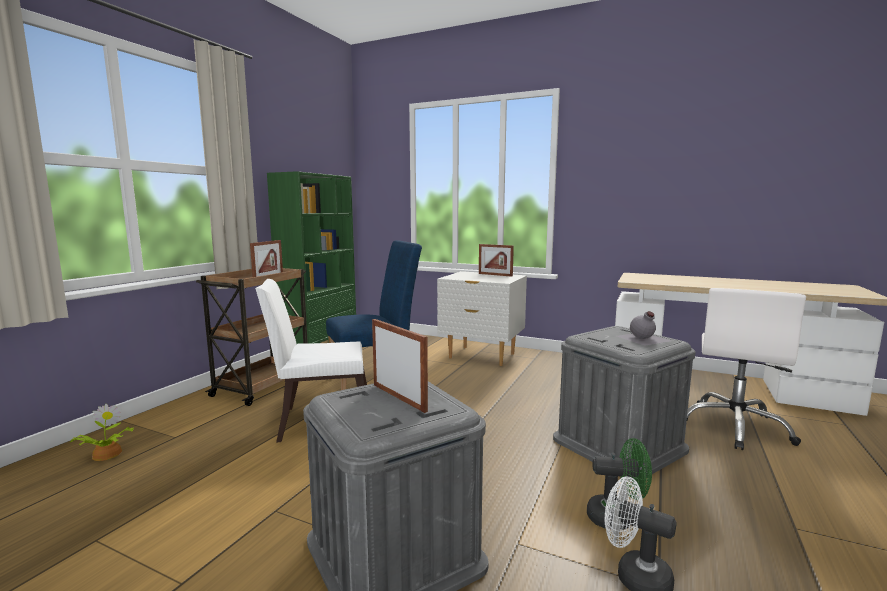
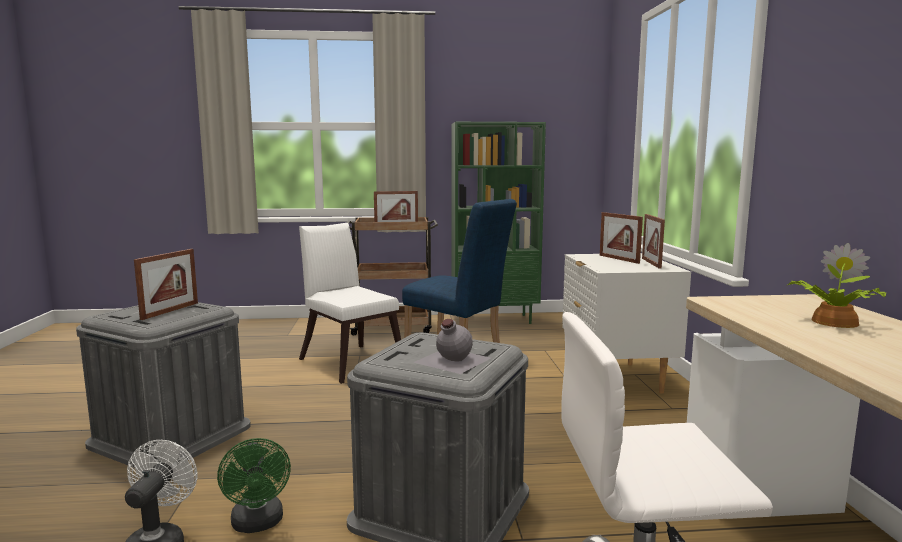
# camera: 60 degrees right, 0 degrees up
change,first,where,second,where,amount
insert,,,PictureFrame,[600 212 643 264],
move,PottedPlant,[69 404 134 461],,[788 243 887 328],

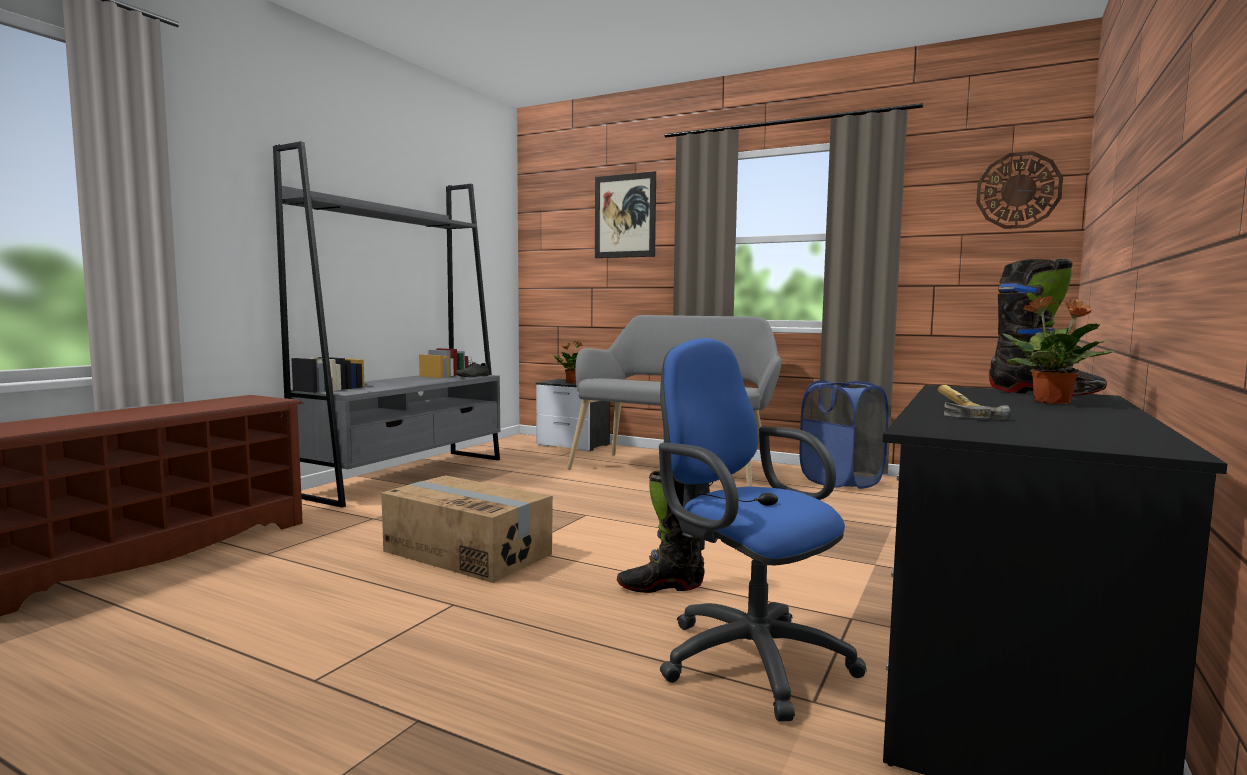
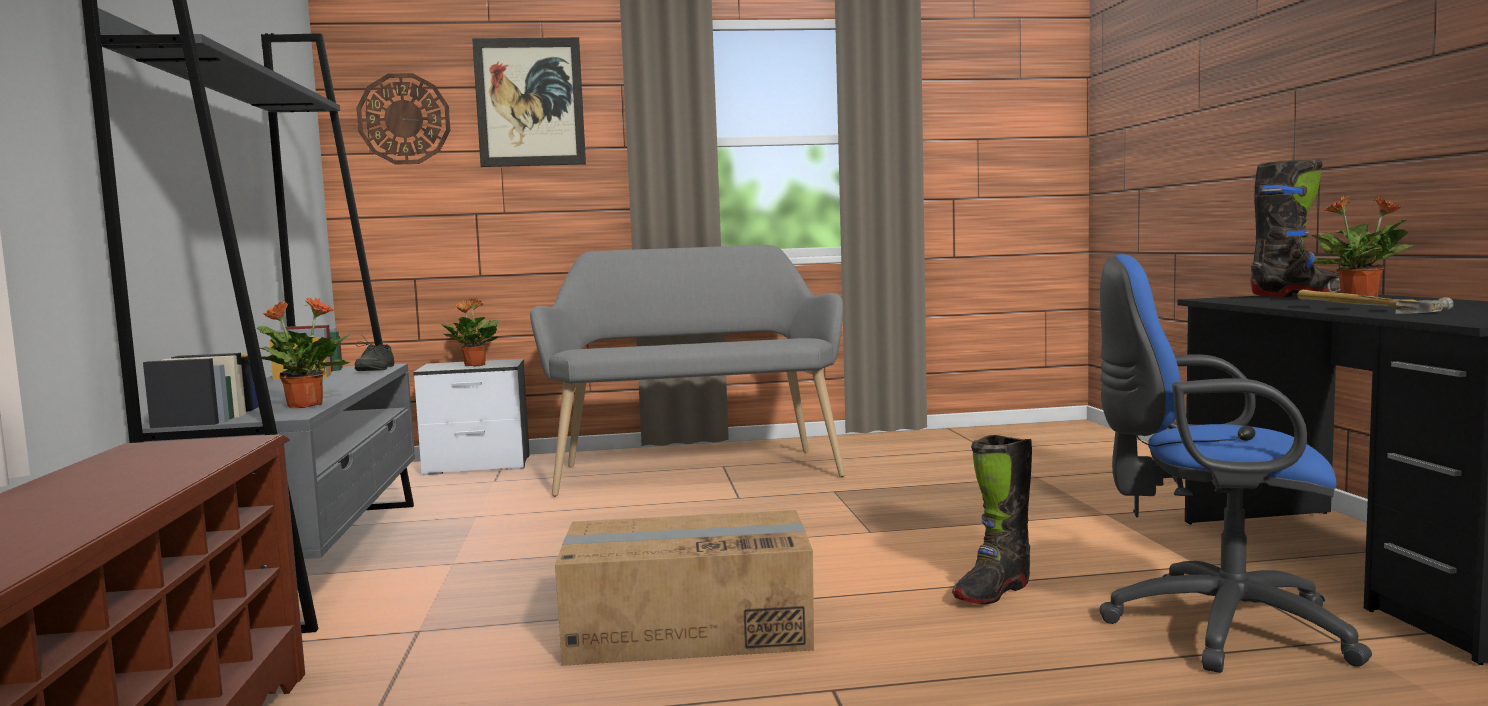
# camera: 35 degrees left, 0 degrees up
change,first,where,second,where,amount
delete,BlueLaundryBasket,[799 380 888 489],,,
insert,,,PottedPlant,[257 297 351 408],
move,WallClock,[976 151 1063 229],,[357 73 450 165],

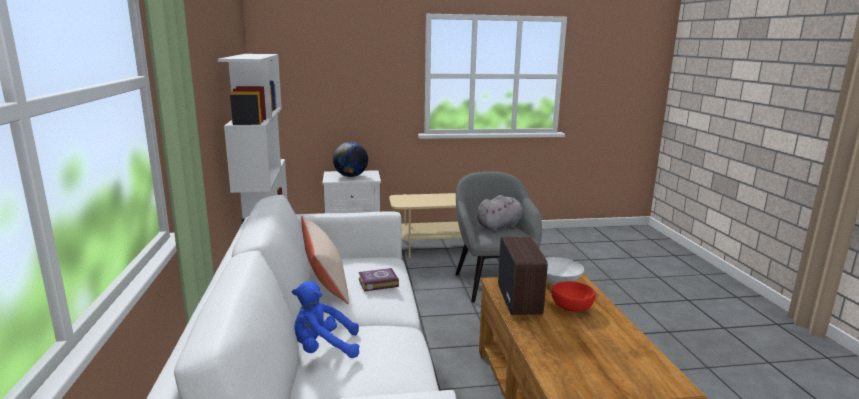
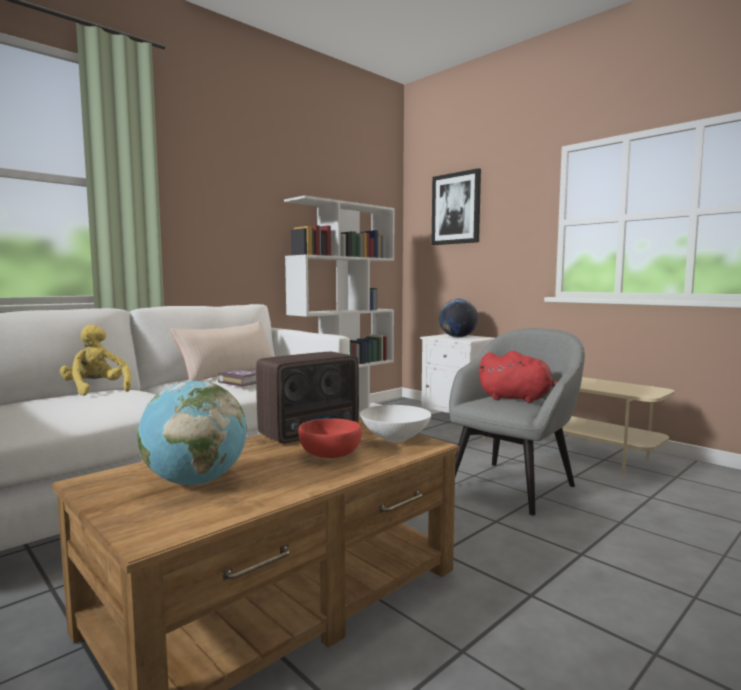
# camera: 55 degrees right, 10 degrees down
change,first,where,second,where,amount
insert,,,Globe,[137 381 247 486],
insert,,,Picture,[431 168 481 245],
recolor,BluePlushToy,[292 281 359 358],YellowPlushToy,[60 324 131 396],
recolor,GreyPlushToy,[477 195 524 232],RedPlushToy,[479 351 557 403],

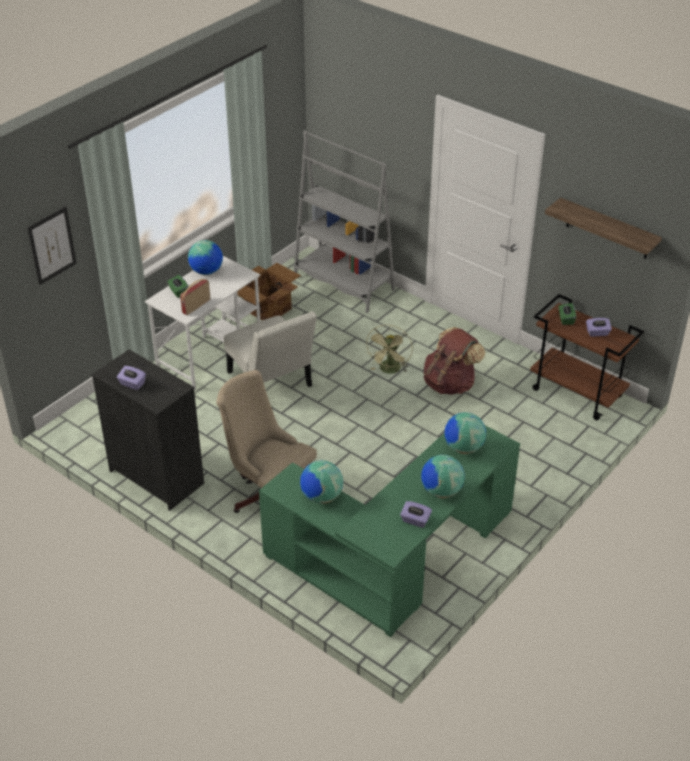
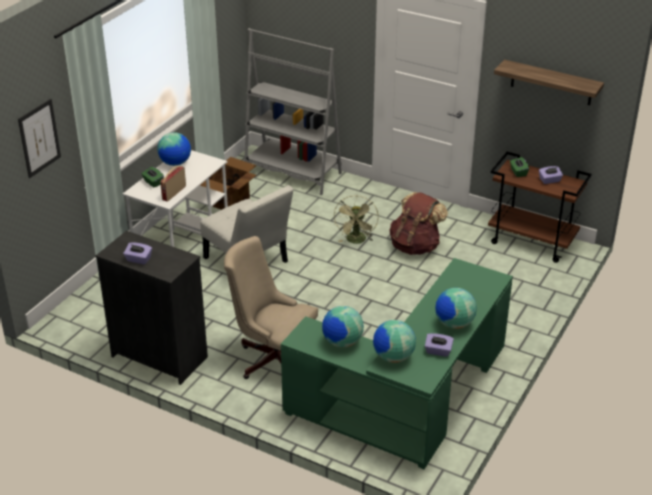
# camera: 10 degrees left, 5 degrees down
change,first,where,second,where,amount
move,Globe,[444 412 486 454],,[373 320 416 363],

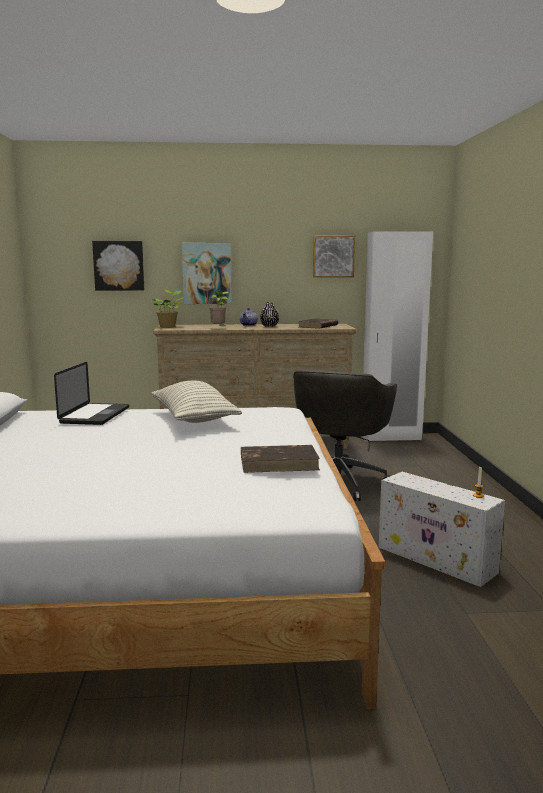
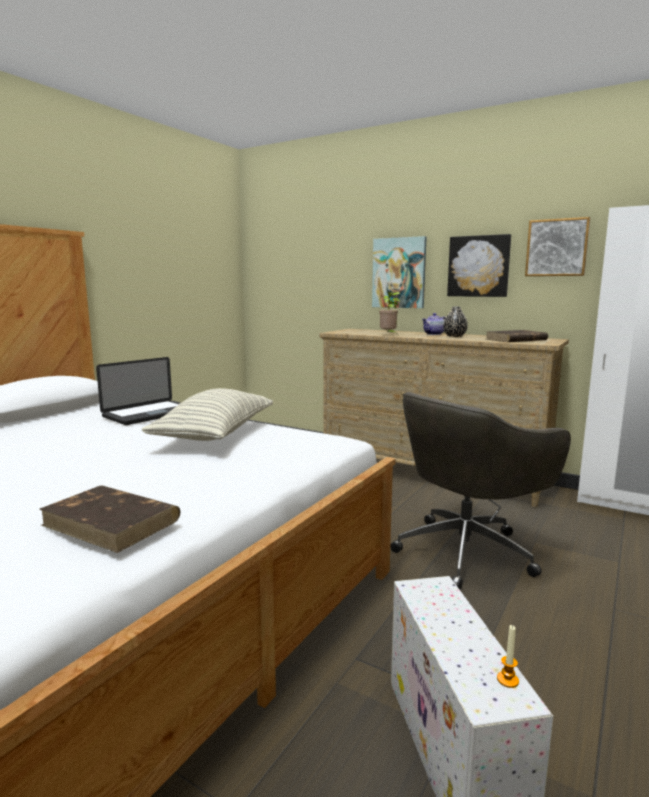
# camera: 35 degrees right, 0 degrees up
change,first,where,second,where,amount
delete,PottedPlant,[152 290 184 328],,,
move,Picture,[92 241 144 290],,[447 234 511 297],

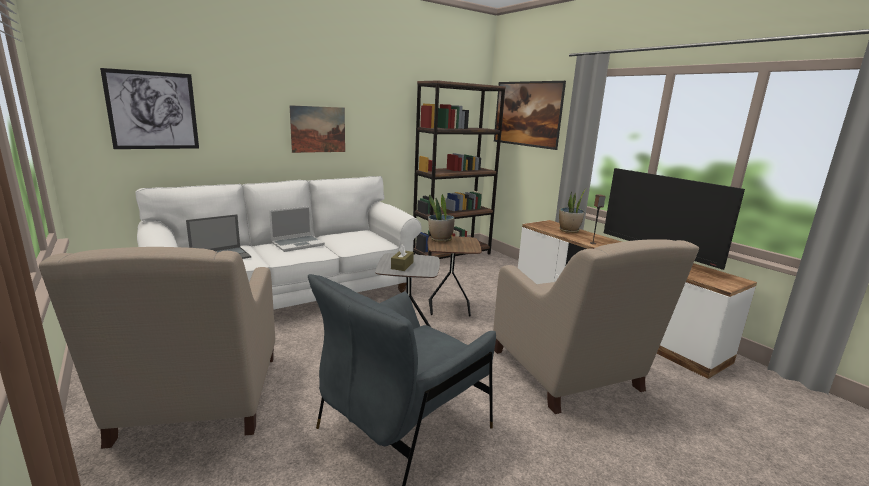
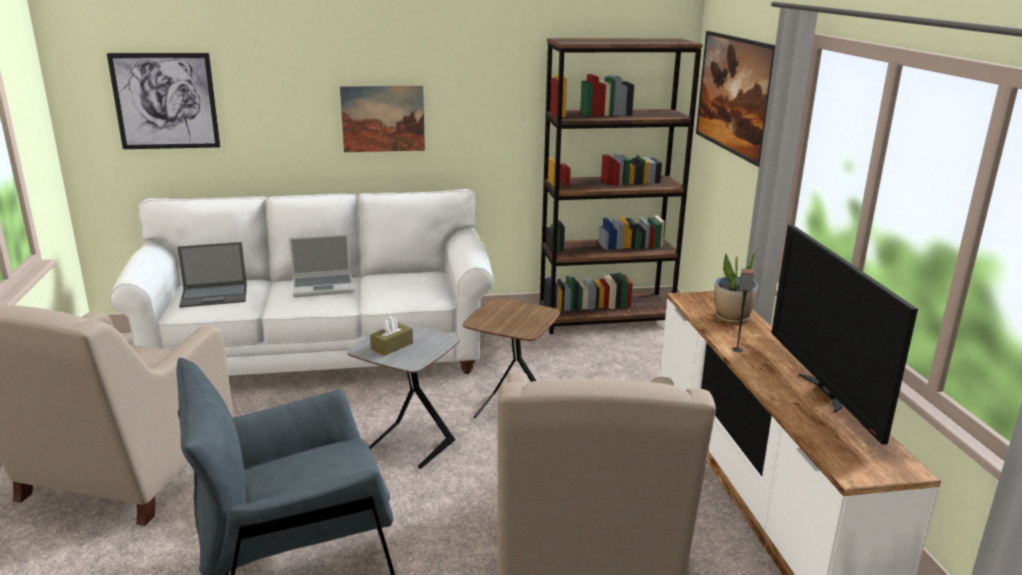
# camera: 25 degrees right, 5 degrees up
change,first,where,second,where,amount
delete,PottedPlant,[428 194 455 242],,,

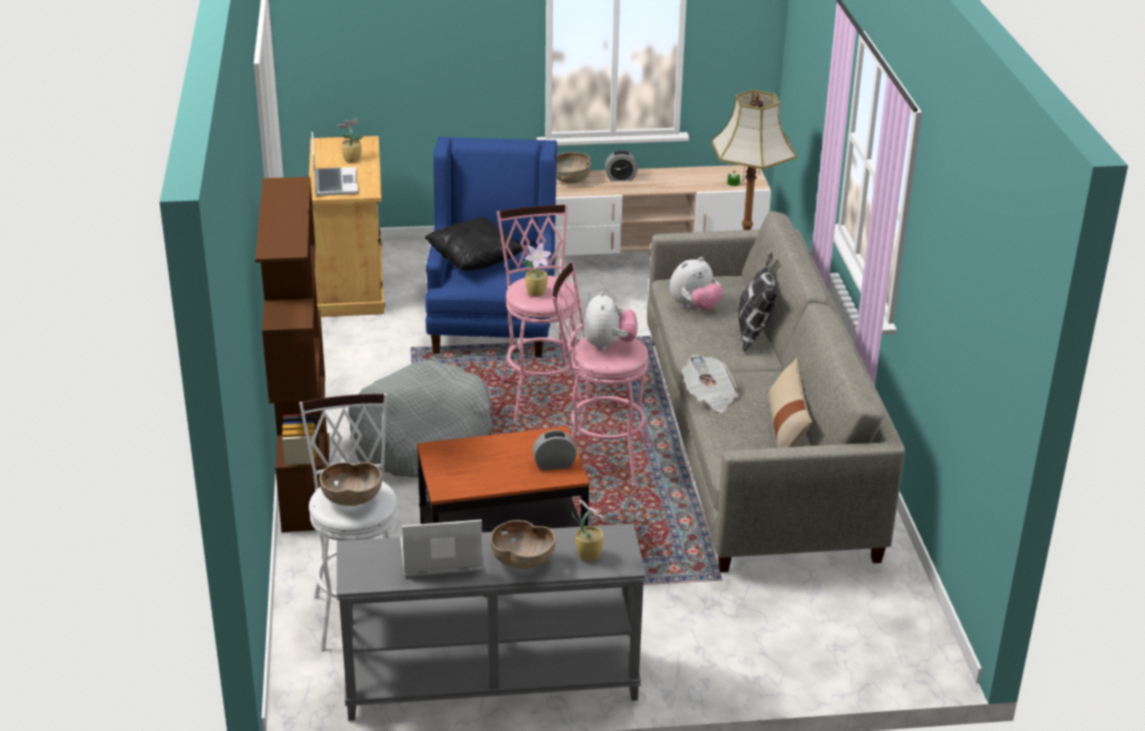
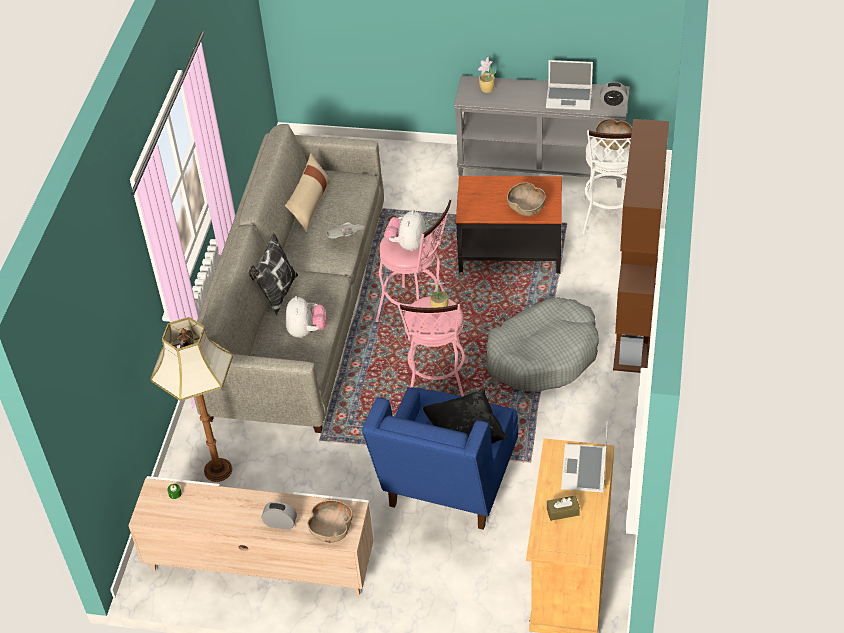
# camera: 160 degrees left, 15 degrees up
change,first,where,second,where,amount
move,BrownBowl,[490 520 555 570],,[507 182 546 216],
move,AlarmClock,[533 430 576 470],,[600 82 627 107],
replace,PottedPlant,[337 118 364 163],BrownTissueBox,[547 495 580 521],
rotate,PlushToy,[670 257 723 311],,[285 296 327 338],105 degrees clockwise

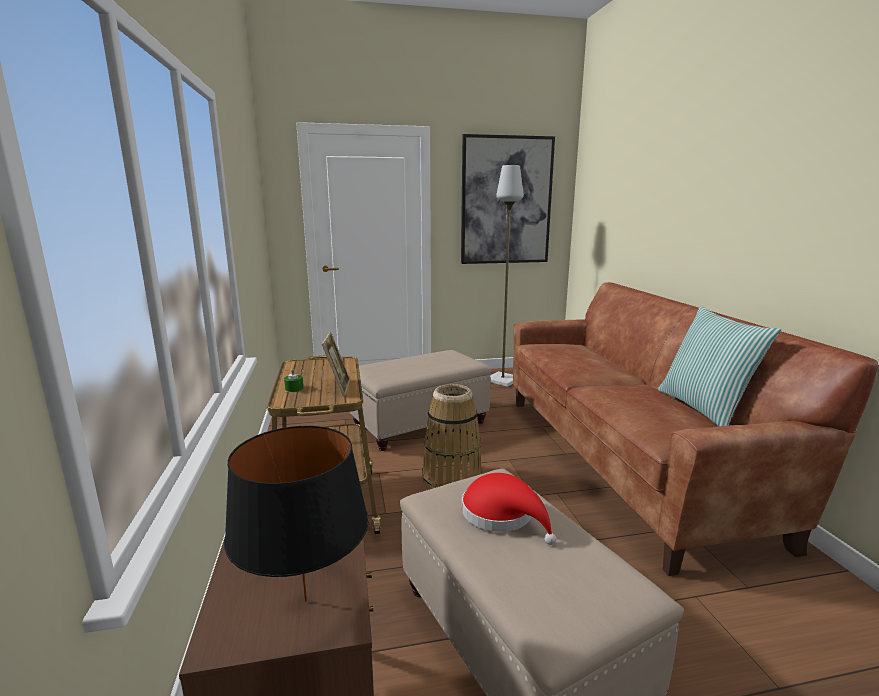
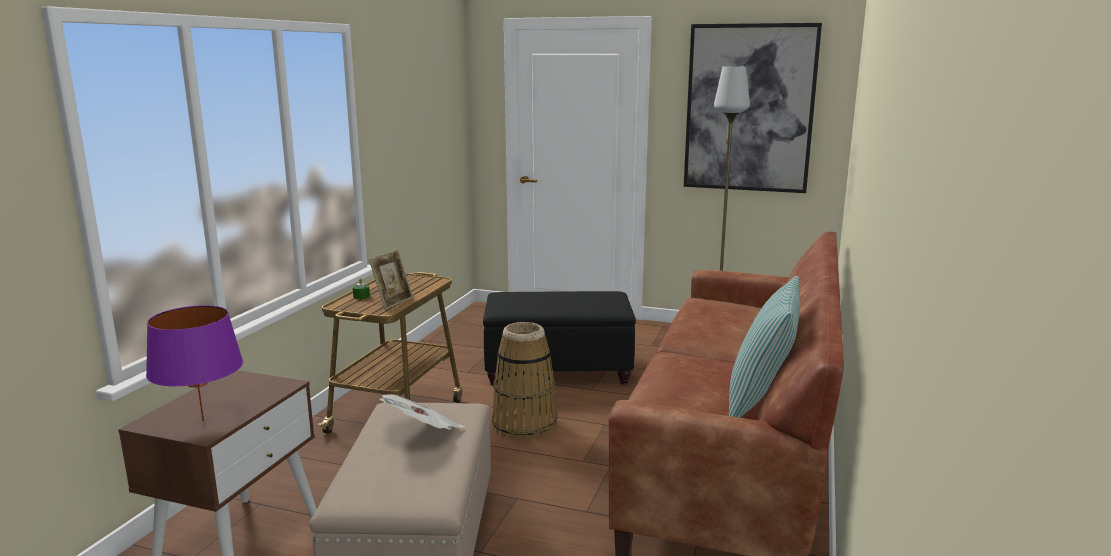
# camera: 30 degrees right, 0 degrees up
change,first,where,second,where,amount
replace,RedHat,[462 473 556 545],Newspaper,[379 394 465 430],
recolor,BlackTableLamp,[224 426 369 602],PurpleTableLamp,[146 305 243 421],
recolor,BeigeOttoman,[350 350 492 451],BlackOttoman,[483 291 636 386],

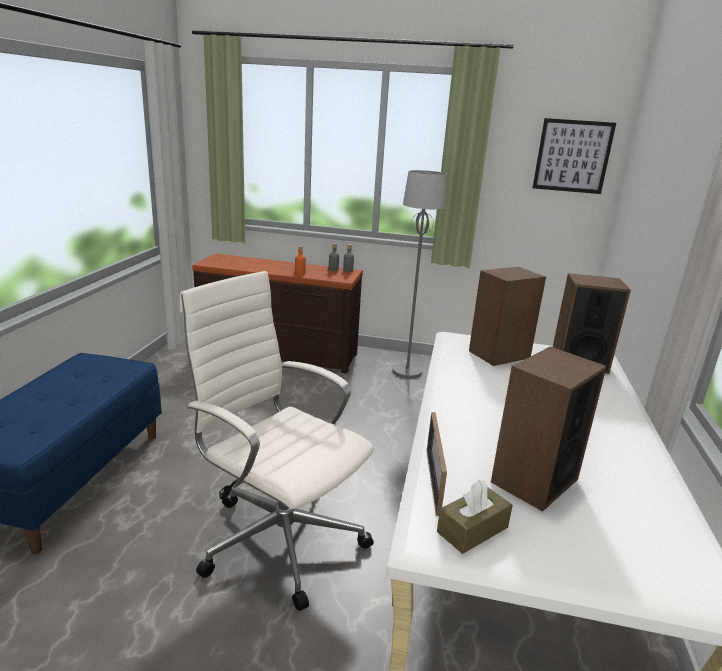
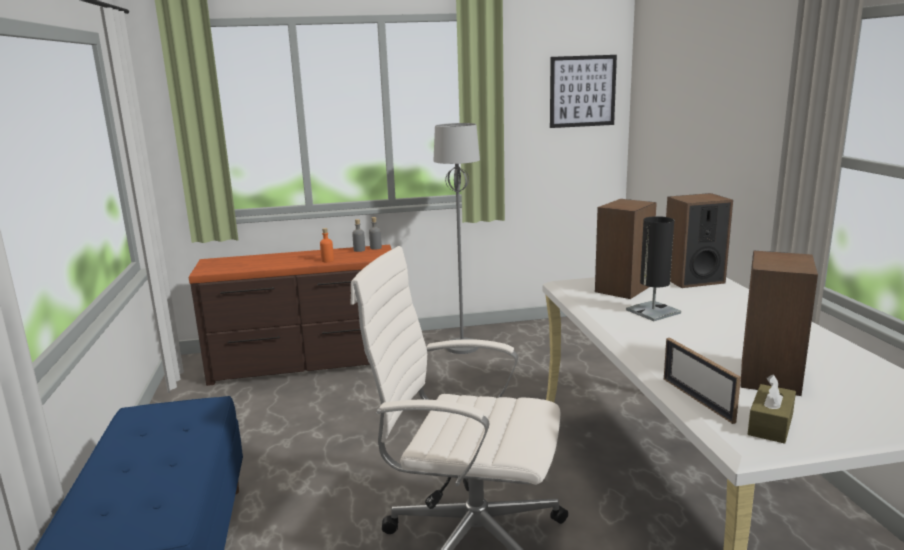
# camera: 20 degrees left, 5 degrees down
change,first,where,second,where,amount
insert,,,BlackTableLamp,[626 216 681 321],

